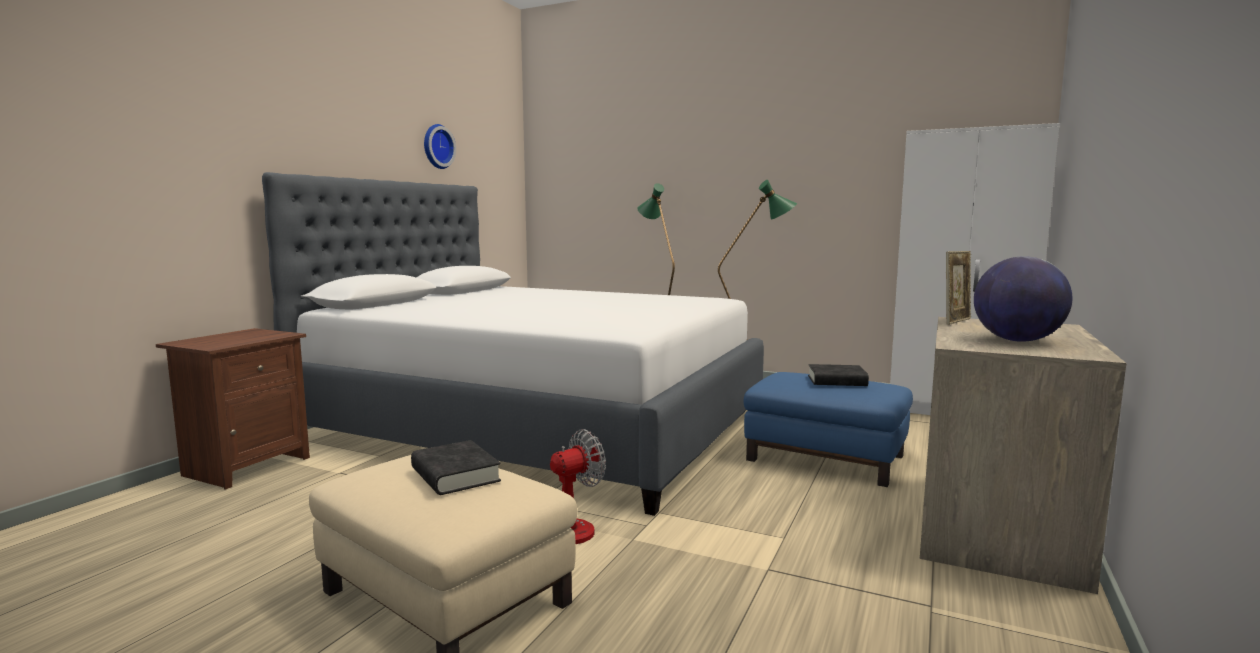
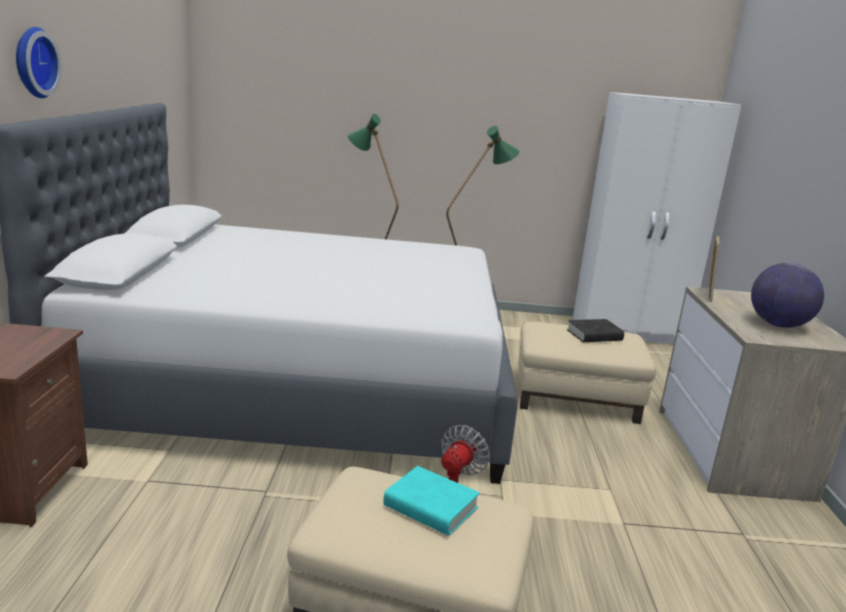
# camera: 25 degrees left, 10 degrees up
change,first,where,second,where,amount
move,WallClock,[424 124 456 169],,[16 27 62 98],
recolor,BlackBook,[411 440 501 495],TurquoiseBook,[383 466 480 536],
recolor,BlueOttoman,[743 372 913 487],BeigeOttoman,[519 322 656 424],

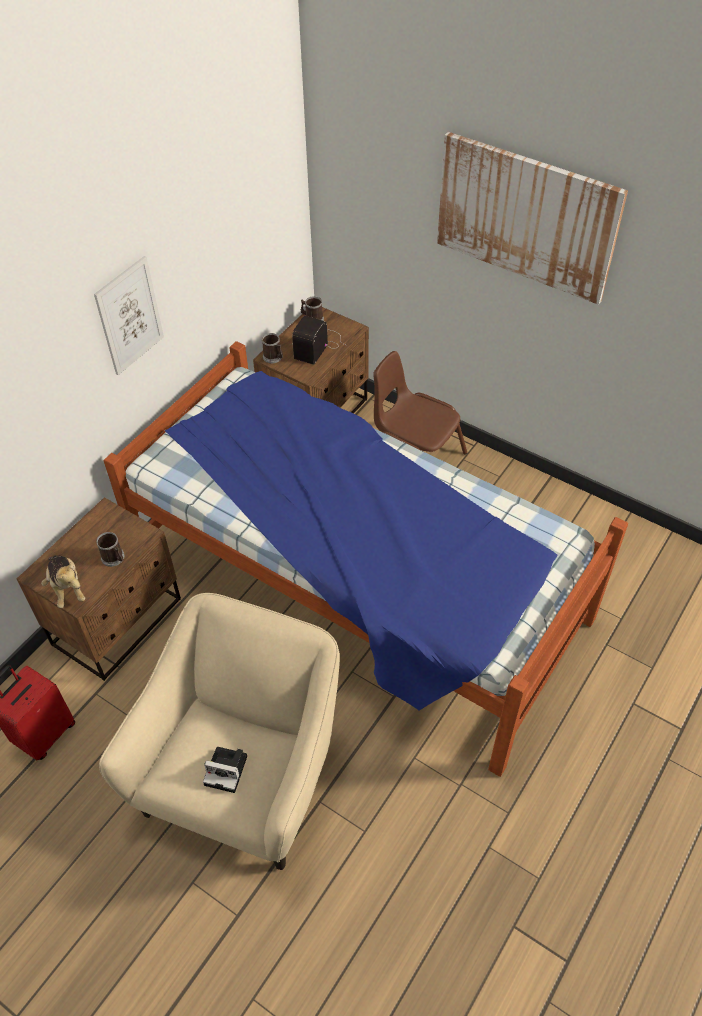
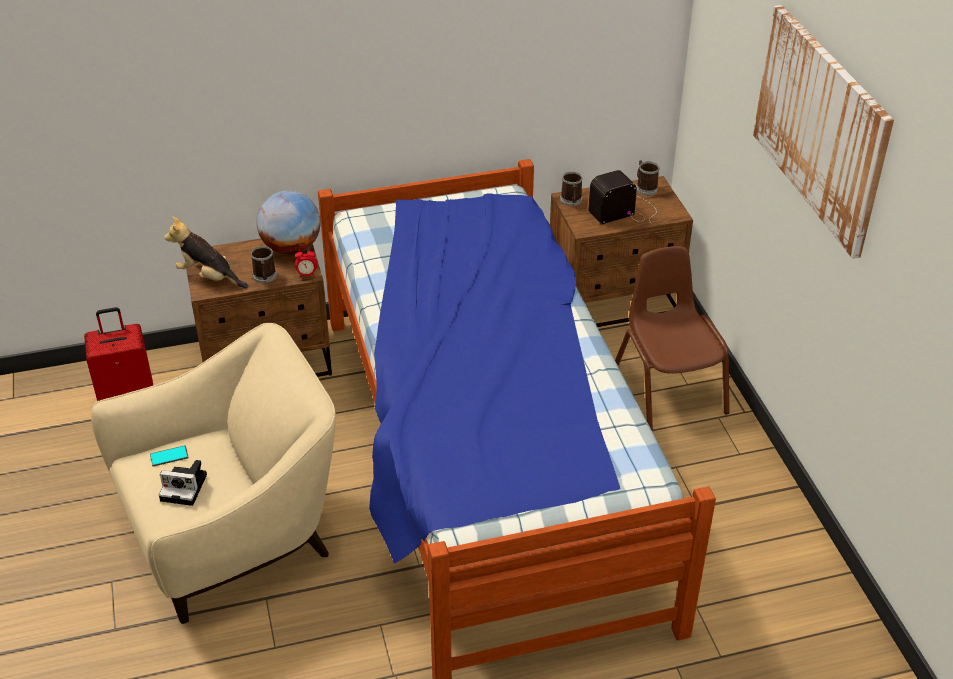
# camera: 40 degrees right, 10 degrees down
change,first,where,second,where,amount
delete,Picture,[94 256 164 375],,,
insert,,,Phone,[150 445 189 467],
insert,,,Globe,[256 191 321 254],
insert,,,AlarmClock,[295 247 317 279],
rotate,PlushToy,[41 556 85 608],,[164 217 248 288],105 degrees clockwise
rotate,PhotoCamera,[203 747 247 793],,[159 460 207 506],45 degrees counterclockwise

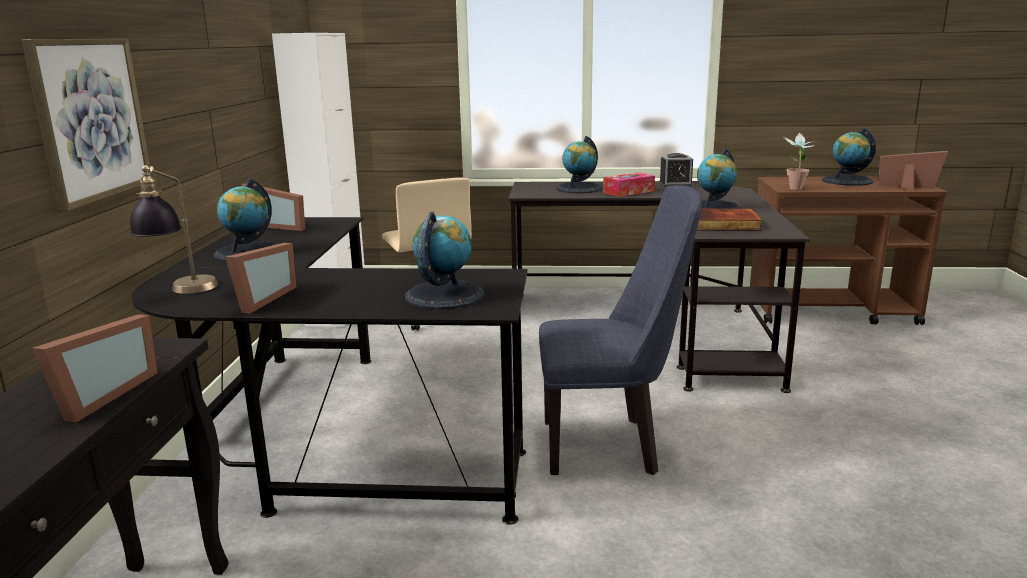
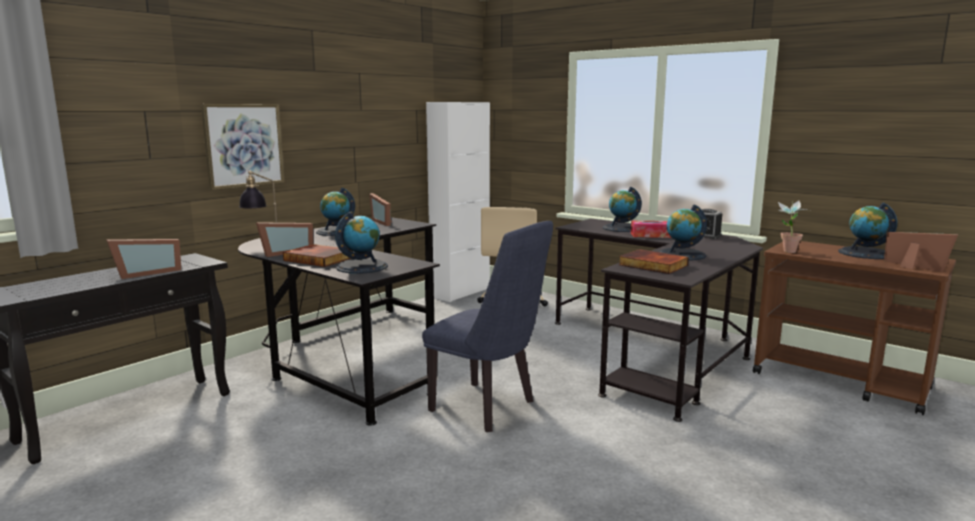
# camera: 35 degrees right, 5 degrees down
change,first,where,second,where,amount
insert,,,Book,[283 244 352 267],

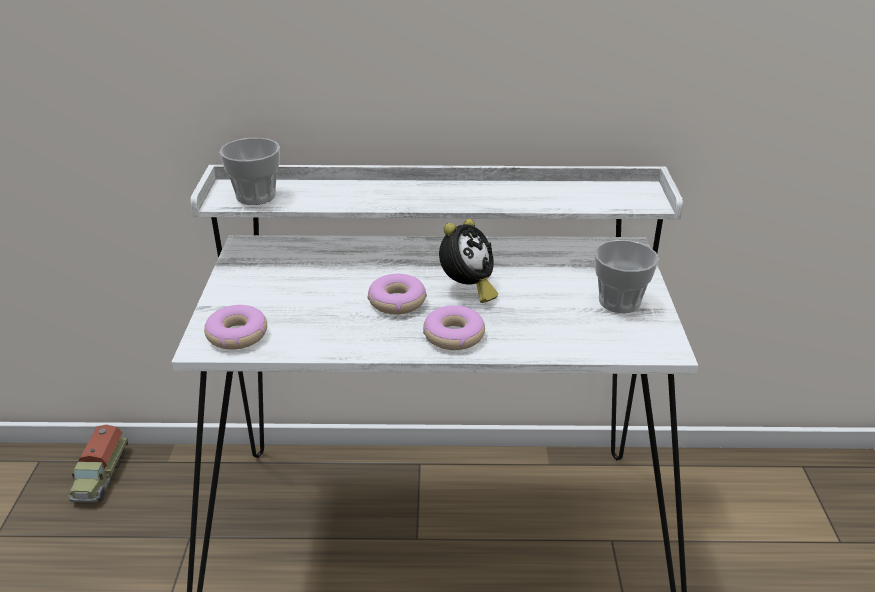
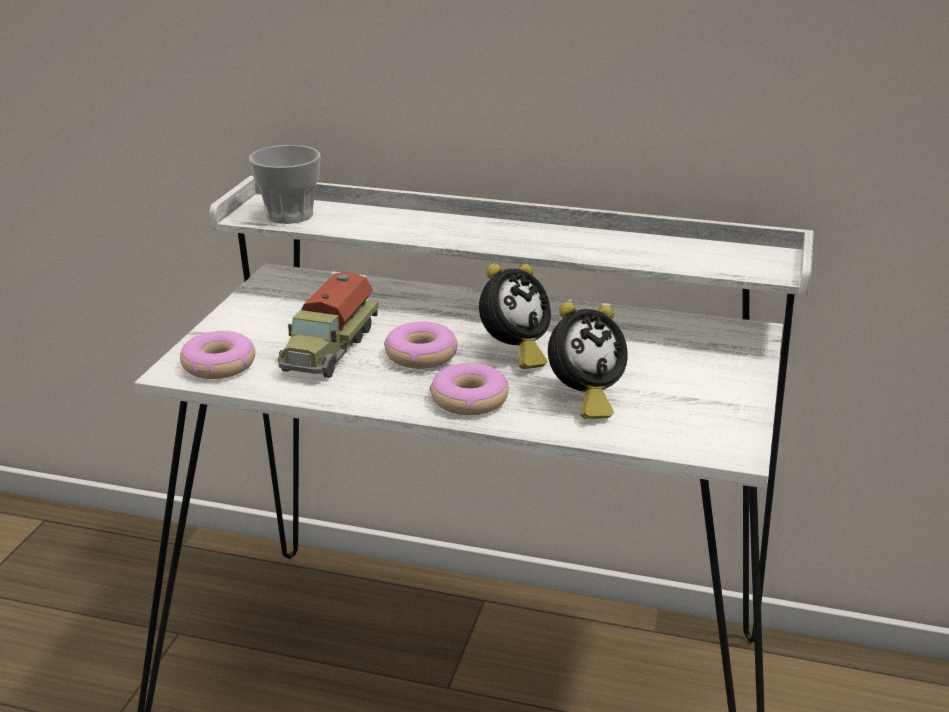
# camera: 15 degrees right, 5 degrees down
change,first,where,second,where,amount
delete,Cup,[594 240 659 313],,,
insert,,,AlarmClock,[548 302 628 419],
move,ToyTruck,[68 425 128 503],,[277 271 378 378],

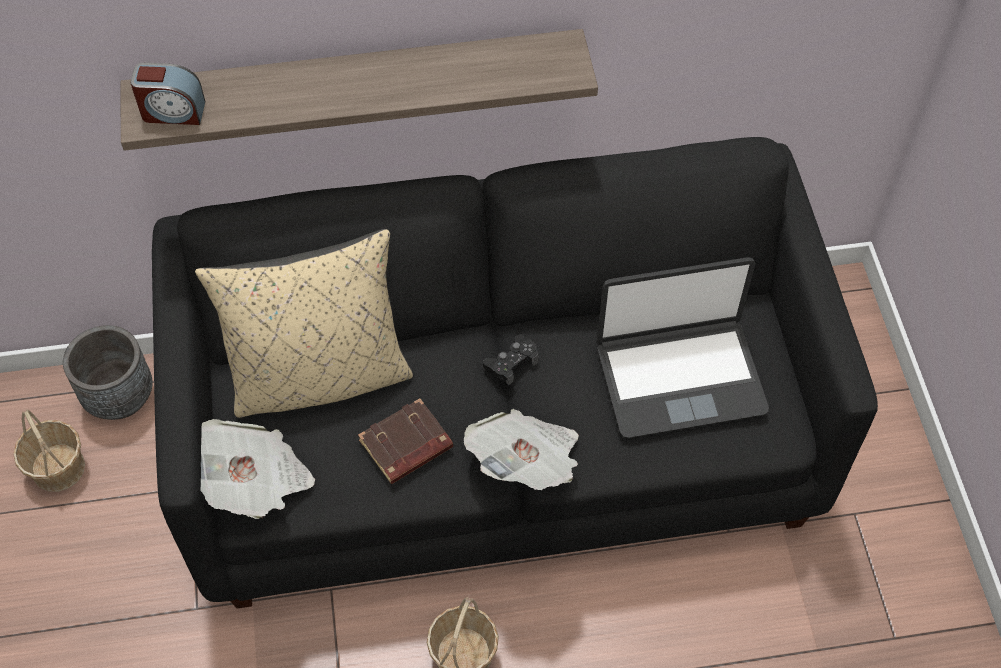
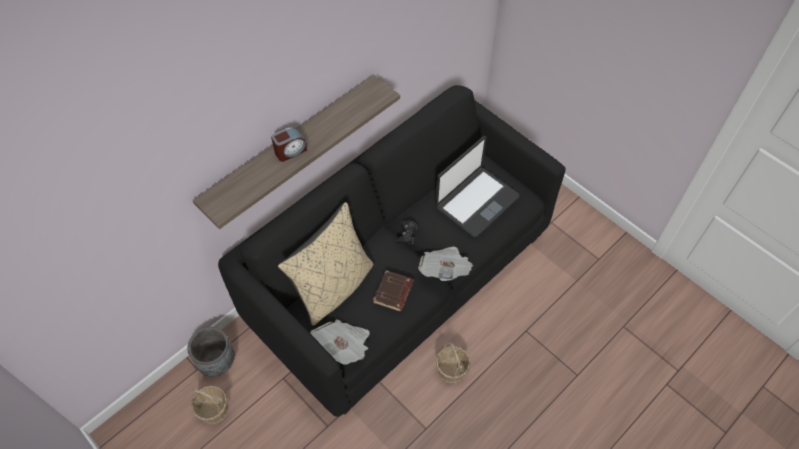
# camera: 35 degrees left, 0 degrees up
change,first,where,second,where,amount
move,AlarmClock,[130 63 205 125],,[271 127 307 162],

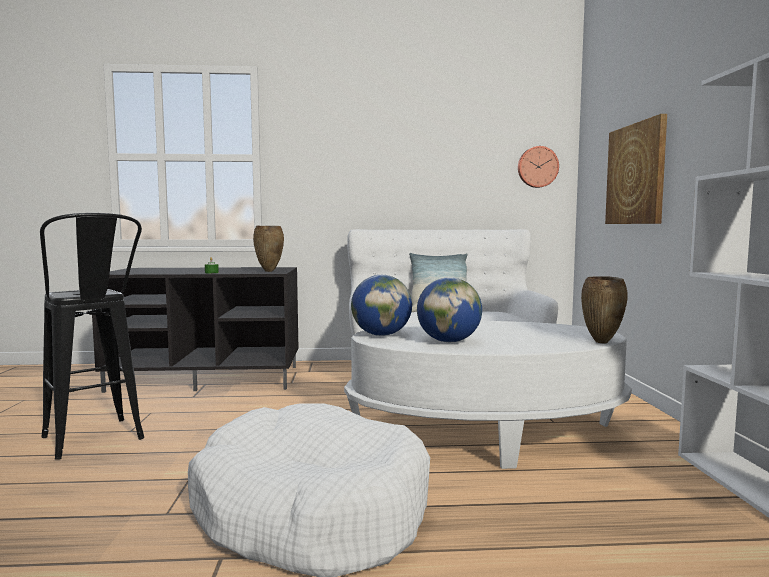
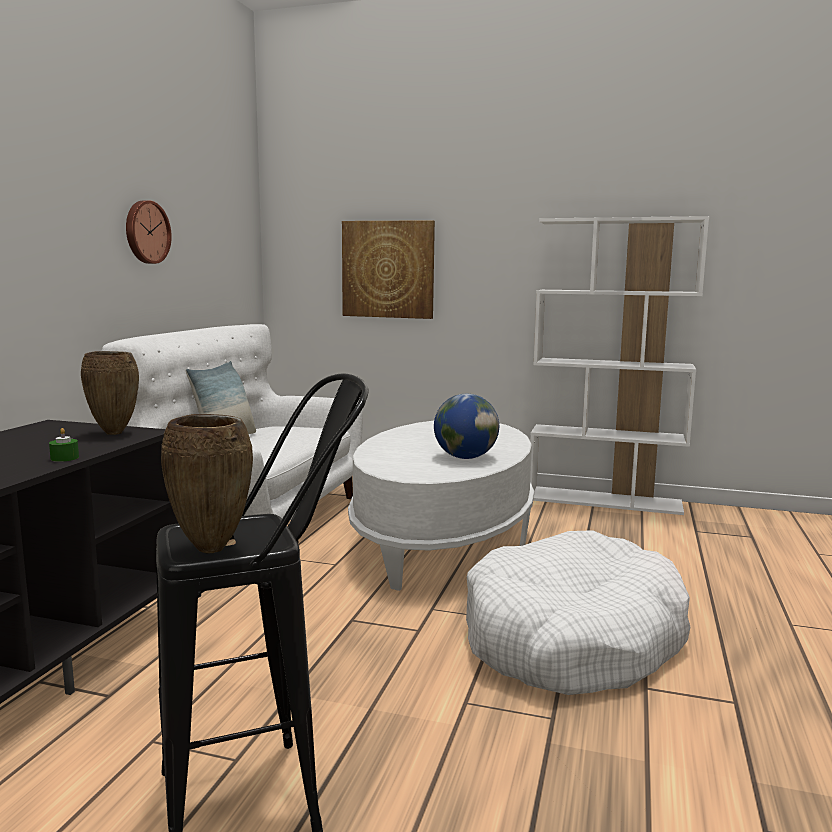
# camera: 70 degrees left, 5 degrees up
change,first,where,second,where,amount
delete,Globe,[351 275 412 336],,,
move,WallClock,[518 146 559 188],,[126 200 172 264],
move,BrownVase,[581 276 628 344],,[161 414 253 553],

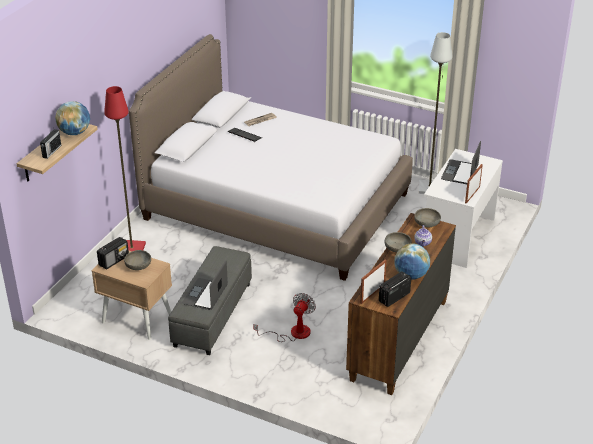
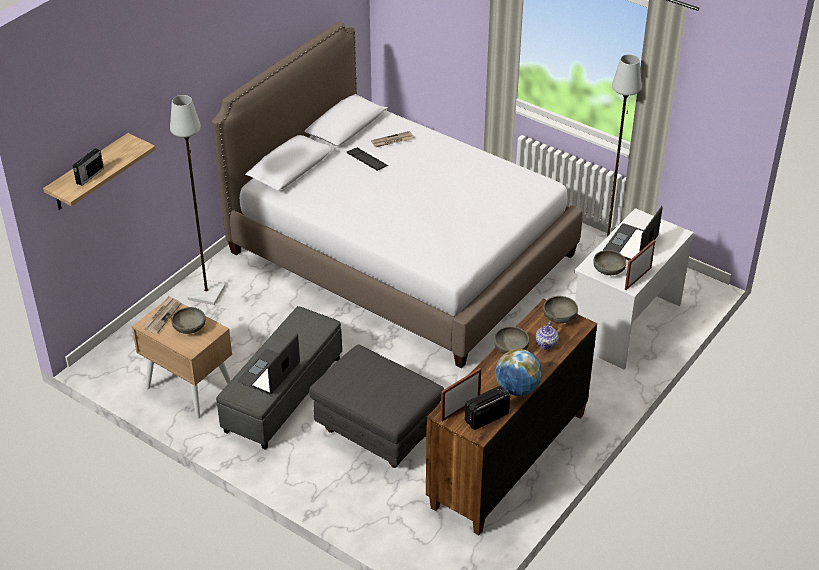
# camera: 10 degrees right, 5 degrees up
change,first,where,second,where,amount
delete,Globe,[55 101 90 135],,,
insert,,,GreyBowl,[593 250 626 275],
replace,Radio,[97 237 129 270],Newspaper,[143 296 181 334],
replace,Fan,[253 293 316 342],GreyOttoman,[309 344 444 468],
recolor,RedFloorLamp,[104 86 146 251],GreyFloorLamp,[170 95 226 305],

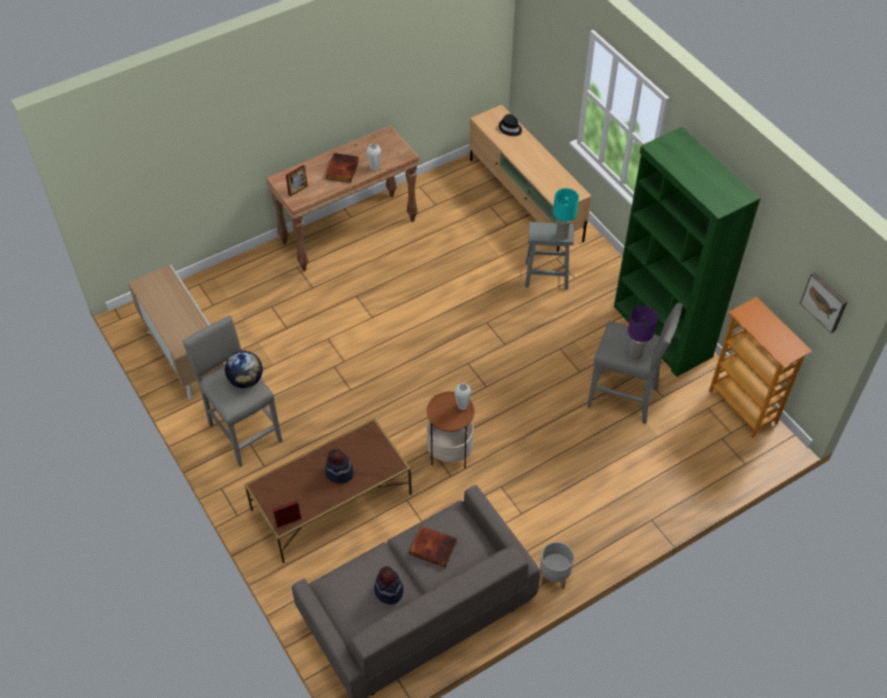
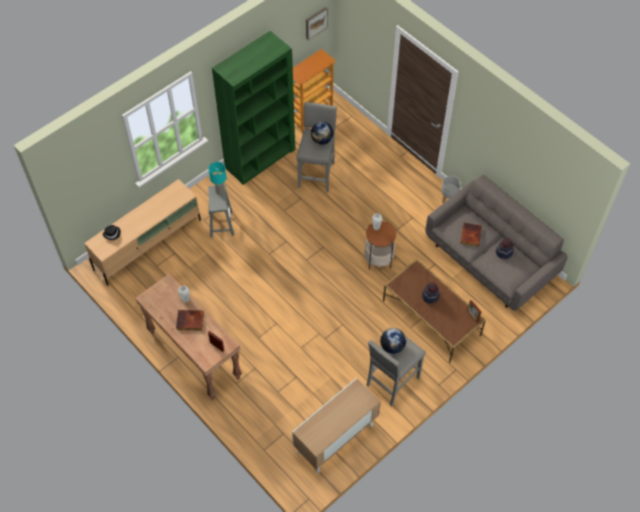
# camera: 100 degrees left, 5 degrees up
change,first,where,second,where,amount
replace,PurpleTableLamp,[628 306 658 359],Globe,[311 122 333 145],

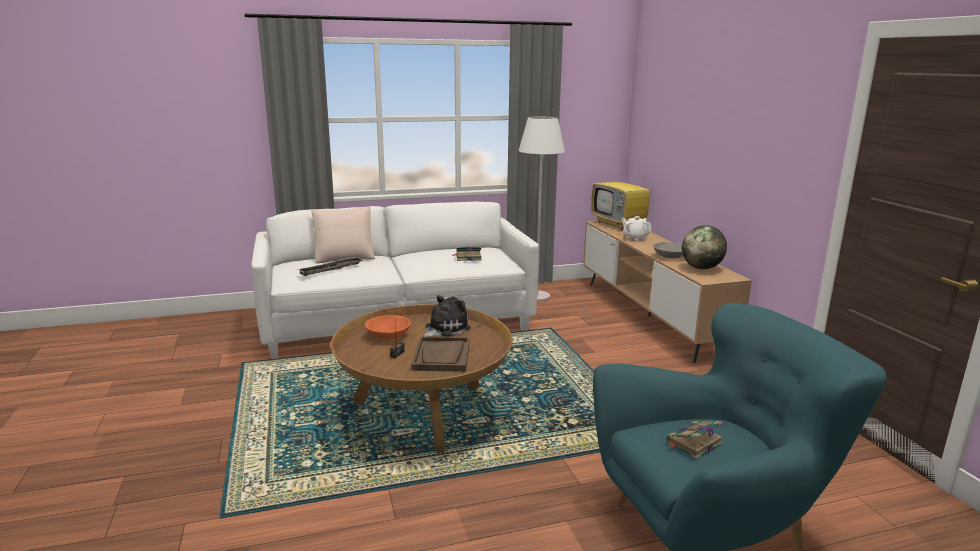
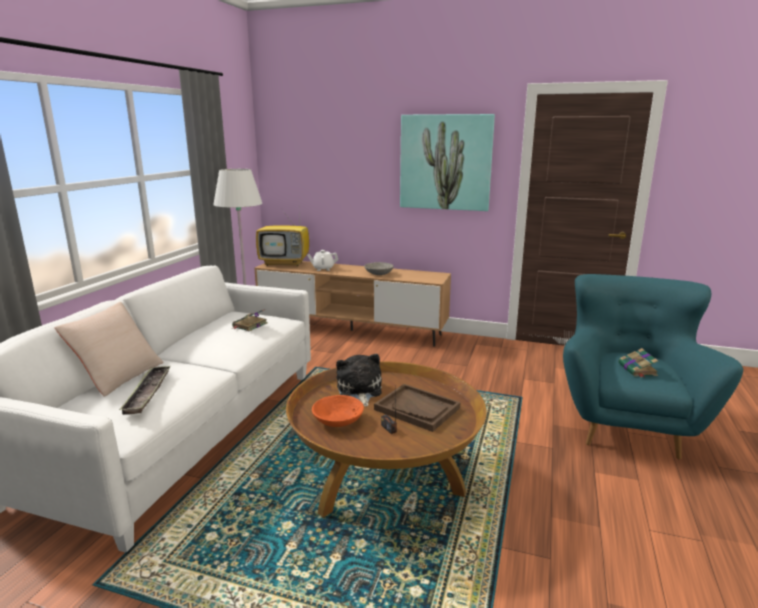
# camera: 55 degrees left, 0 degrees up
change,first,where,second,where,amount
delete,Globe,[682 225 727 269],,,
insert,,,Picture,[400 114 495 211],

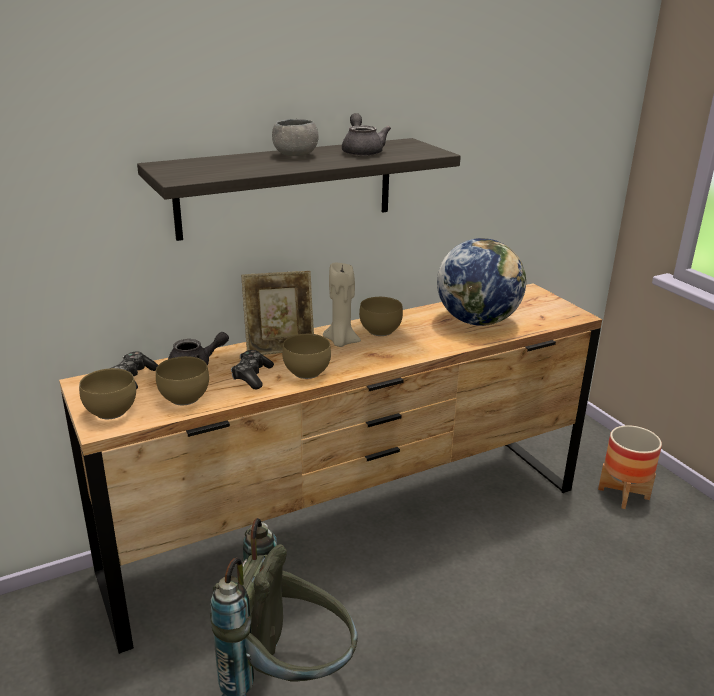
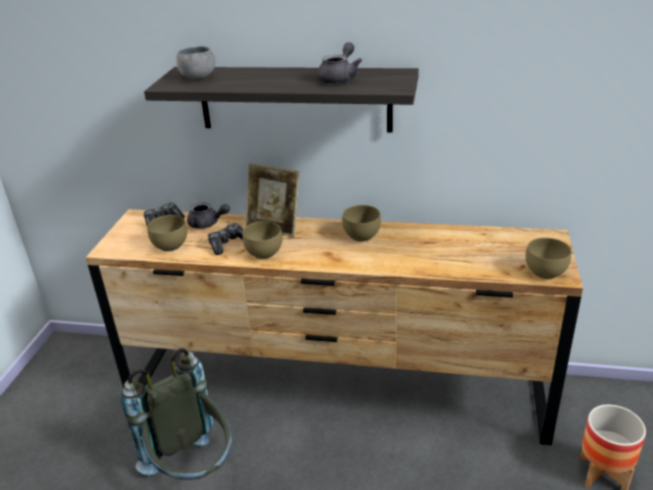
# camera: 40 degrees right, 5 degrees up
change,first,where,second,where,amount
delete,BeigeCandle,[323 263 361 347],,,
delete,Globe,[437 238 526 326],,,
move,BrownBowl,[79 368 136 419],,[525 238 571 279],
move,GreyBowl,[272 119 319 156],,[176 46 215 79],

